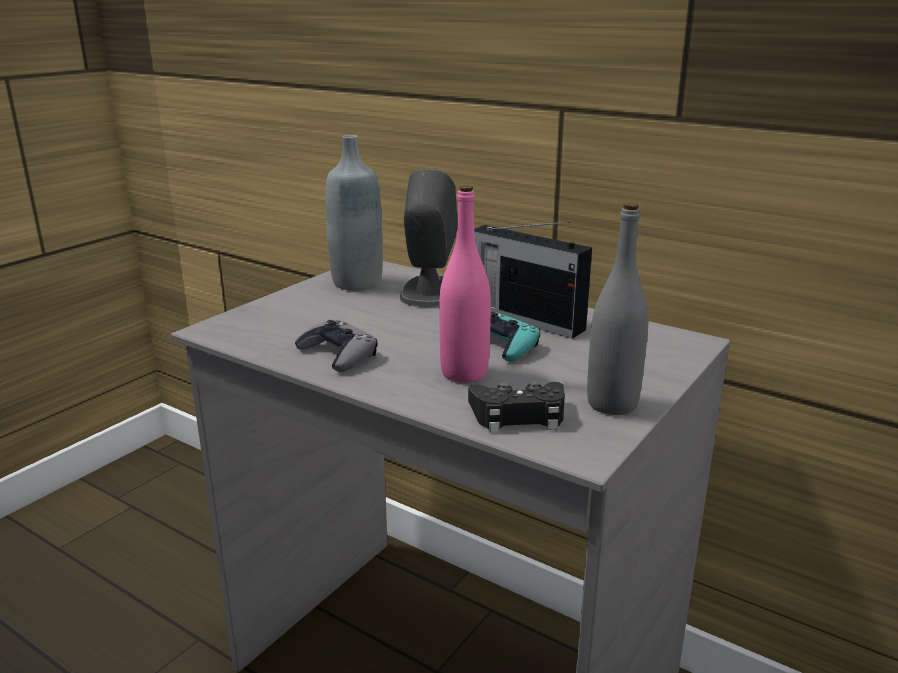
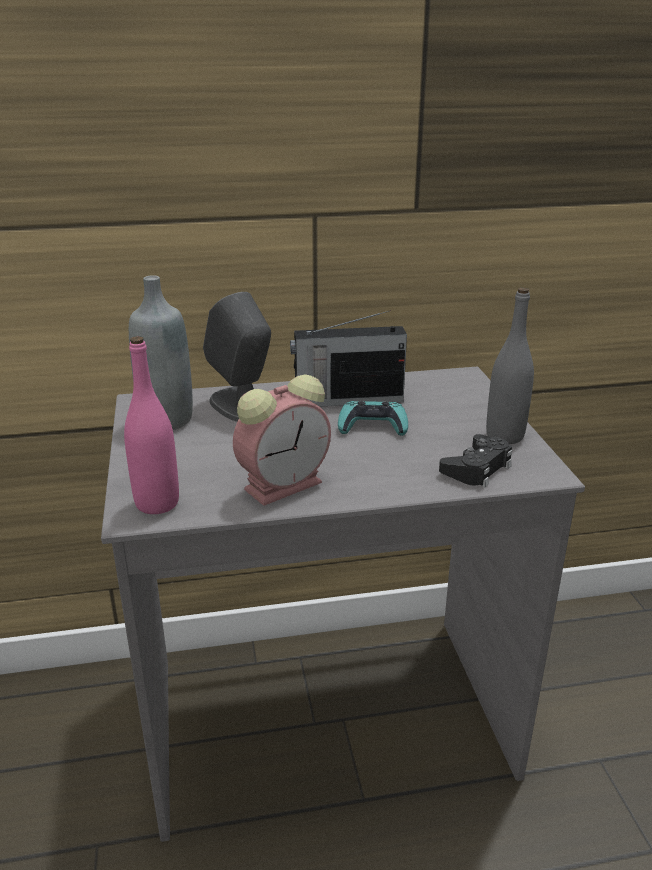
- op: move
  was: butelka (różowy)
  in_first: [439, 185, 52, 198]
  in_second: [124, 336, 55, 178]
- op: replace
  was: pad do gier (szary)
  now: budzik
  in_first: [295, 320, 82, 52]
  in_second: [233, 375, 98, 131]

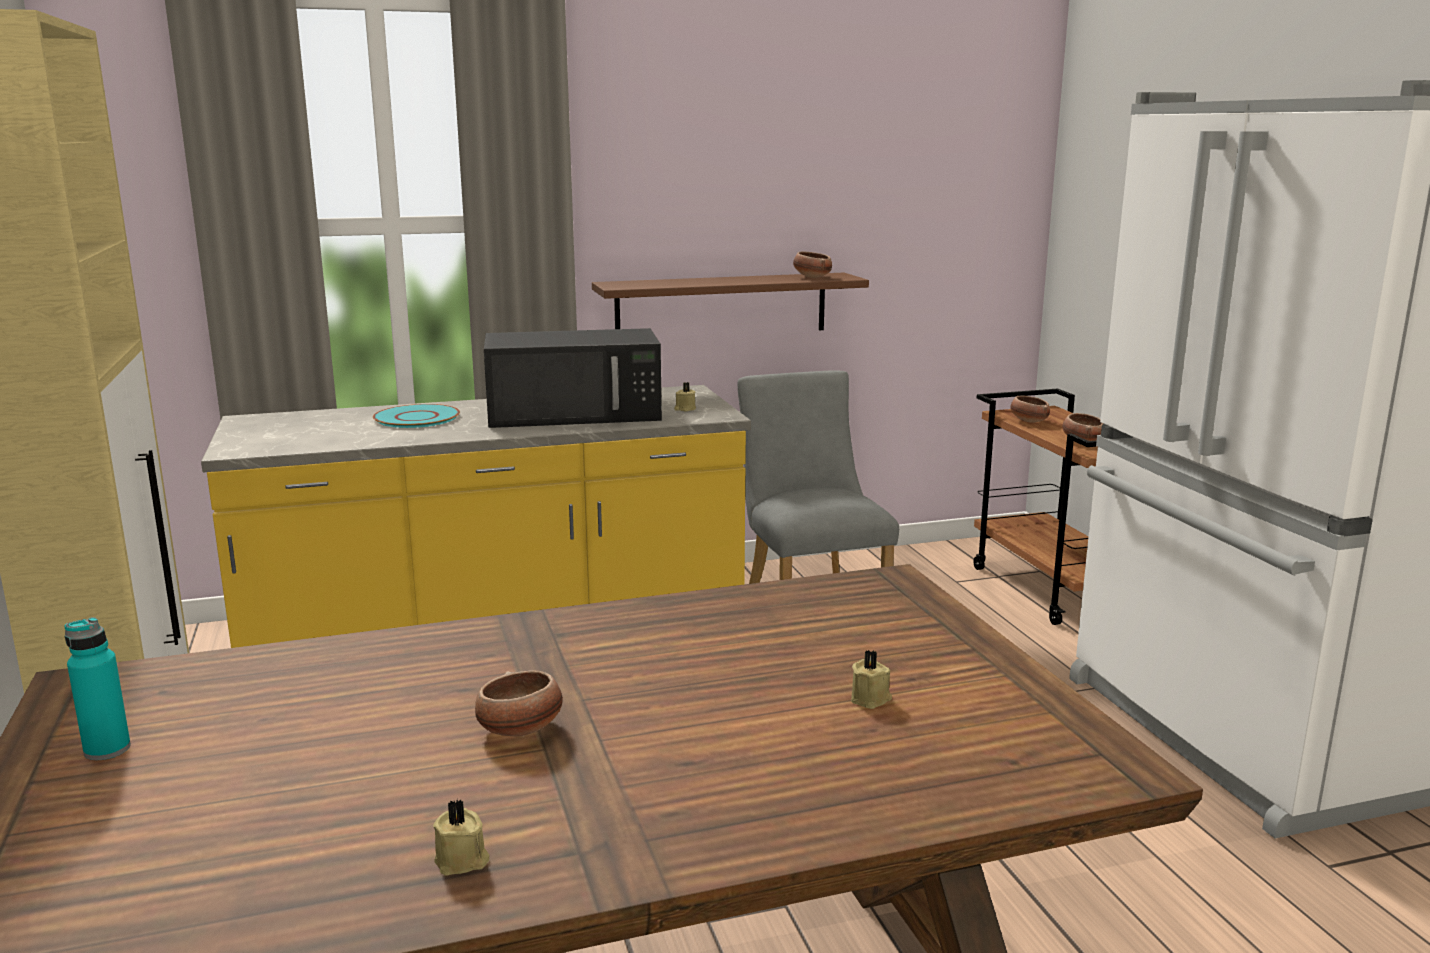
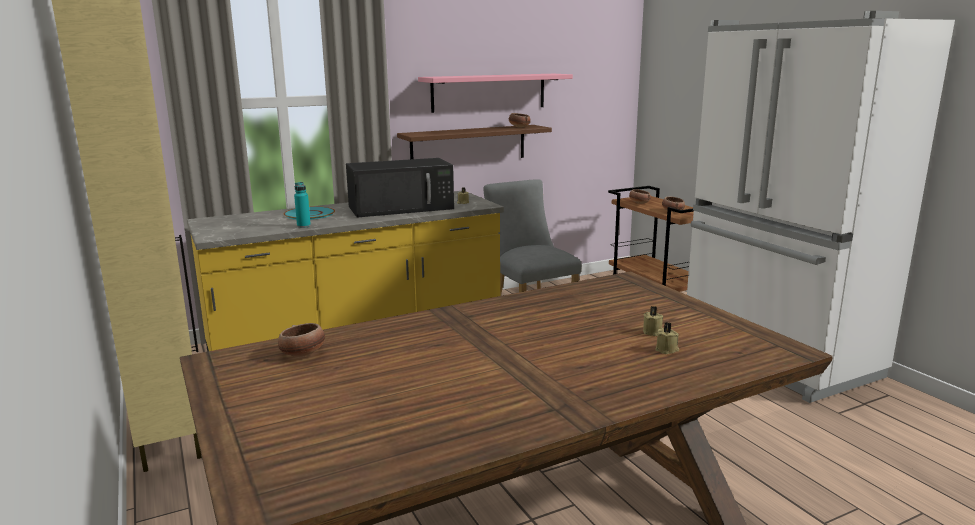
- op: move
  was: miska
  in_first: [475, 670, 88, 66]
  in_second: [278, 323, 47, 34]
- op: move
  was: butelka (turkusowy)
  in_first: [64, 617, 67, 143]
  in_second: [294, 182, 17, 46]
- op: insert
  now: półka (różowy)
  in_second: [418, 74, 155, 39]
- op: move
  was: świeca (beżowy)
  in_first: [433, 799, 56, 77]
  in_second: [655, 322, 24, 32]

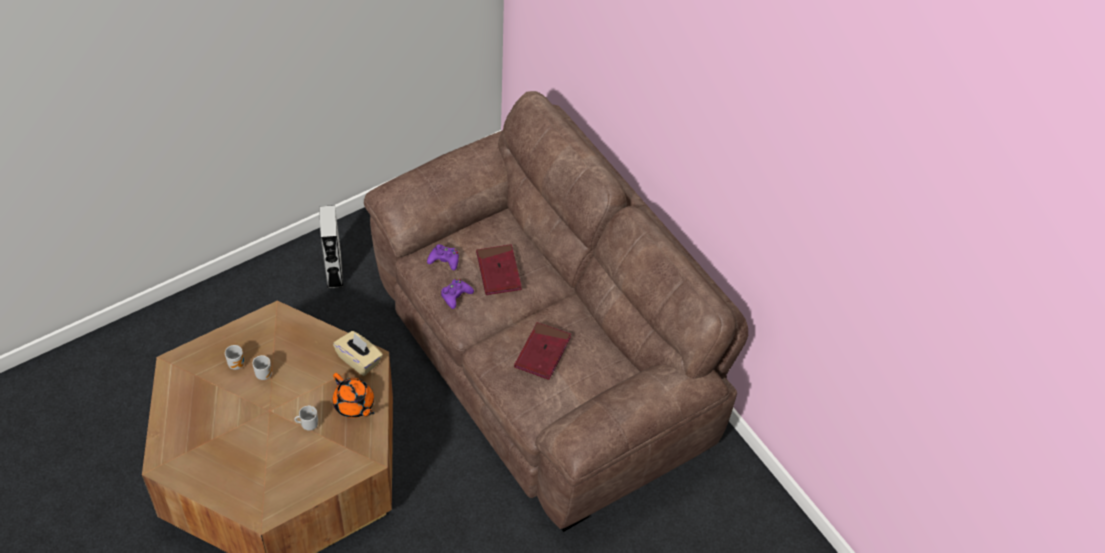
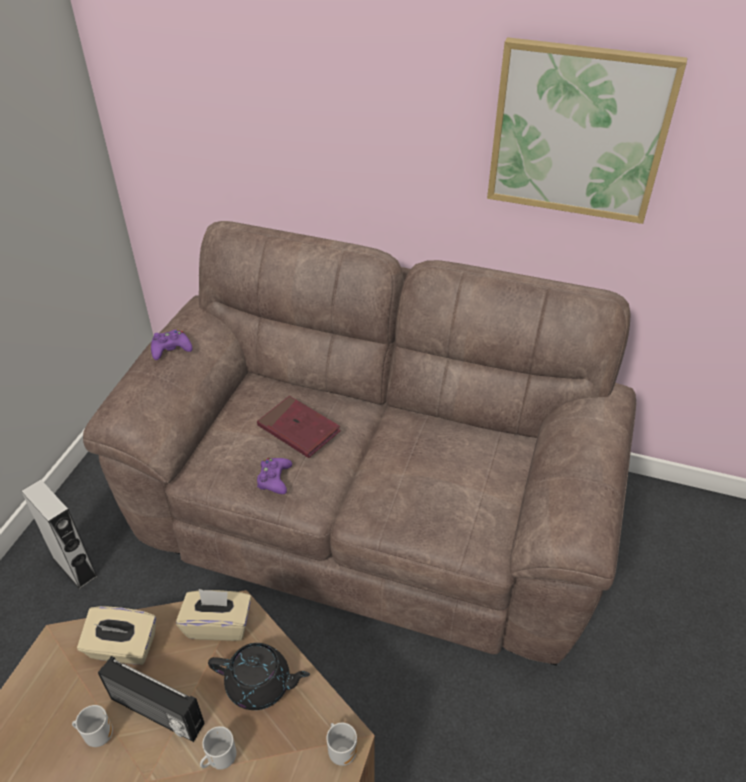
- op: insert
  now: pudełko chusteczek (beżowy)
  in_second: [77, 606, 79, 59]
- op: insert
  now: radio
  in_second: [98, 656, 106, 86]
- op: move
  was: pad do gier (fioletowy)
  in_first: [427, 244, 32, 26]
  in_second: [151, 329, 41, 31]
- op: recolor
  was: imbryk (pomarańczowy)
  now: imbryk (czarny)
  in_first: [333, 373, 41, 45]
  in_second: [208, 643, 102, 67]
- op: move
  was: kubek
  in_first: [225, 345, 19, 25]
  in_second: [326, 723, 31, 43]
- op: insert
  now: obraz
  in_second: [487, 37, 200, 187]
- op: delete
  was: książka (czerwony)
  in_first: [514, 322, 57, 58]

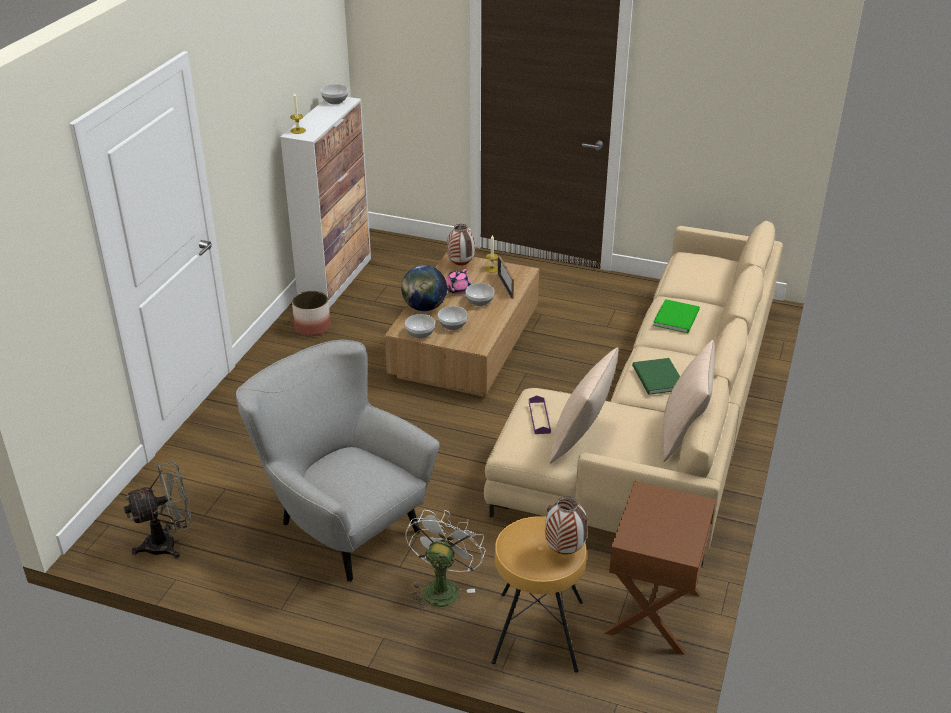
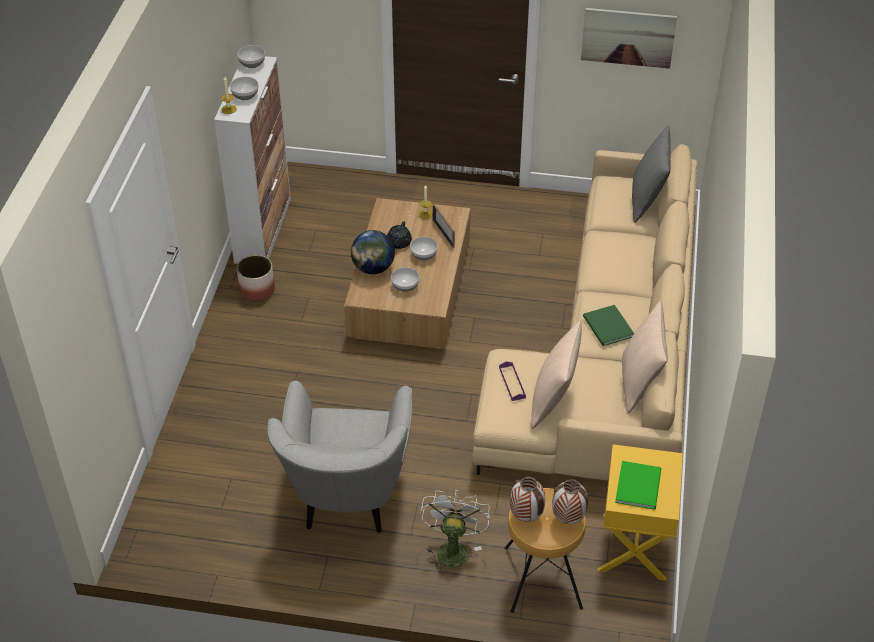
- op: move
  was: miska
  in_first: [405, 314, 30, 25]
  in_second: [230, 77, 28, 23]
- op: rotate
  was: fotel (szary)
  in_first: [236, 340, 204, 242]
  in_second: [267, 381, 145, 152]
  clockwise: -120
- op: recolor
  was: imbryk (różowy)
  now: imbryk (czarny)
  in_first: [446, 269, 25, 25]
  in_second: [387, 221, 25, 28]
- op: move
  was: wazon
  in_first: [447, 224, 28, 42]
  in_second: [510, 477, 35, 45]
- op: insert
  now: obraz
  in_second: [581, 8, 96, 61]
- op: recolor
  was: stolik (brązowy)
  now: stolik (żółty)
  in_first: [604, 481, 112, 174]
  in_second: [598, 445, 85, 136]
- op: move
  was: książka (zielony)
  in_first: [653, 299, 47, 34]
  in_second: [615, 461, 46, 49]
- op: insert
  now: poduszka (szary)
  in_second: [632, 126, 39, 97]
- op: delete
  was: wentylator (szary)
  in_first: [124, 462, 69, 97]

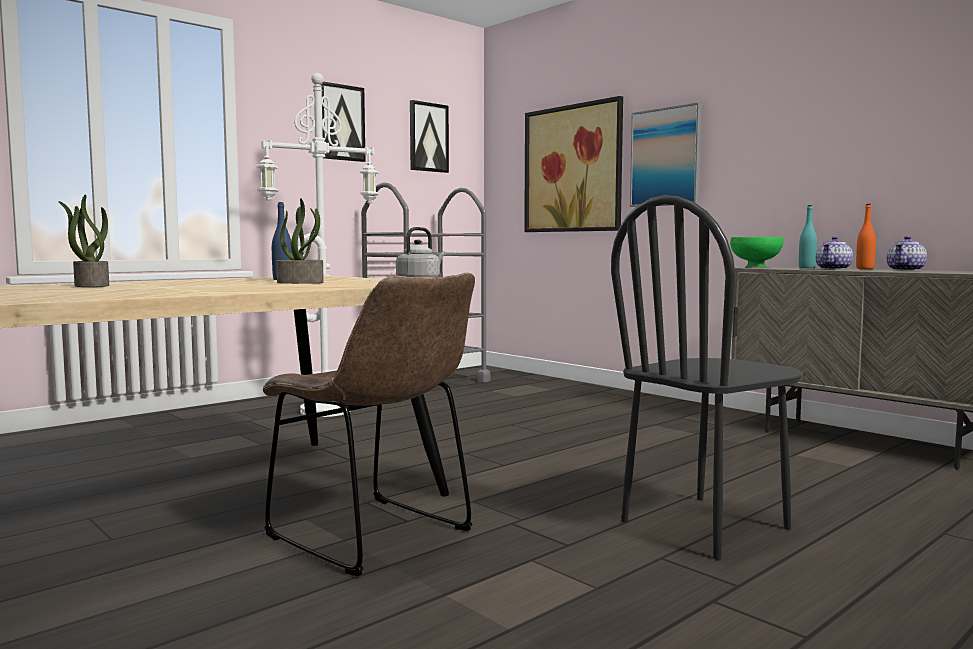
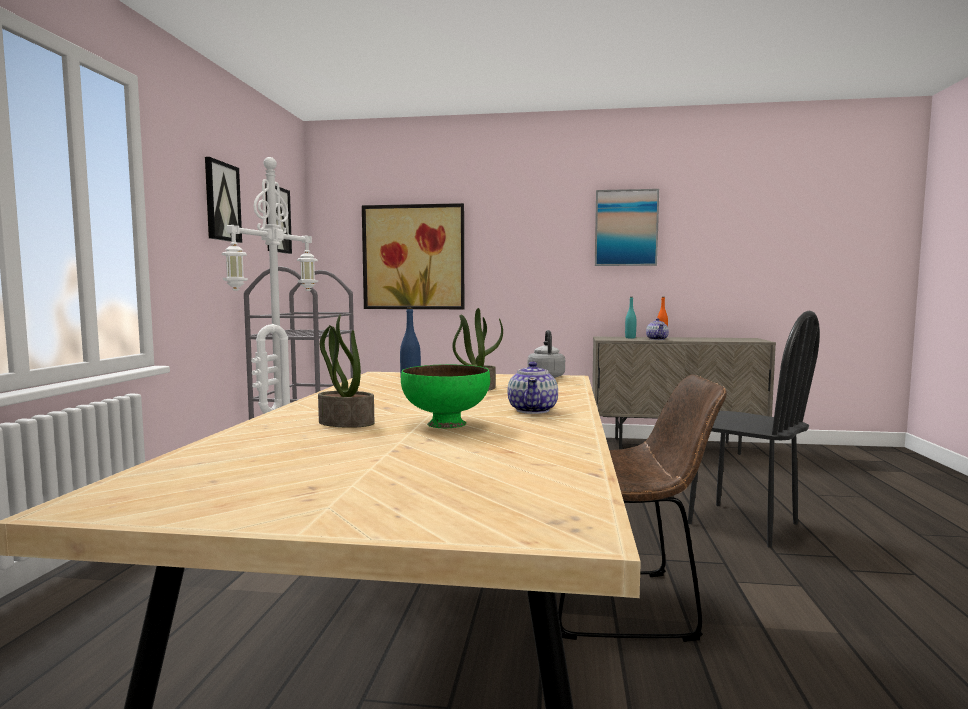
- op: move
  was: miska (zielony)
  in_first: [730, 237, 53, 31]
  in_second: [401, 364, 89, 64]
- op: move
  was: imbryk
  in_first: [887, 236, 40, 35]
  in_second: [508, 361, 50, 53]
- op: move
  was: obraz
  in_first: [630, 102, 72, 105]
  in_second: [595, 189, 64, 77]
- op: rotate
  was: krzesło (czarny)
  in_first: [611, 195, 192, 365]
  in_second: [688, 311, 132, 237]
  clockwise: -60

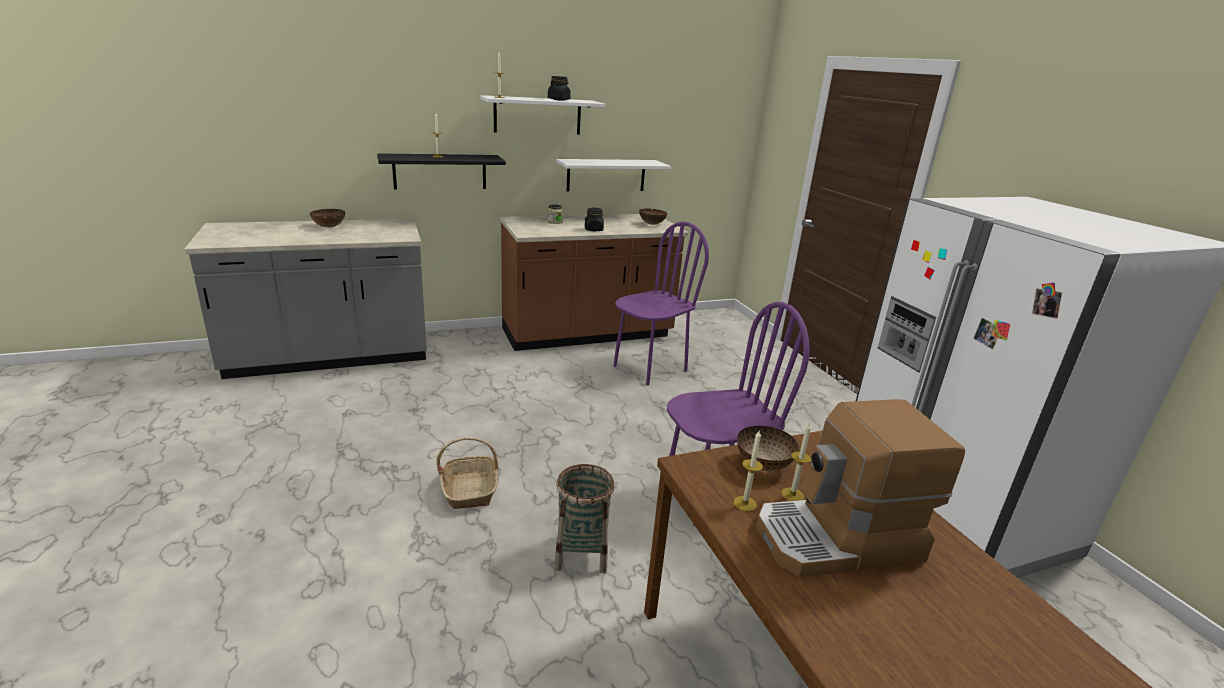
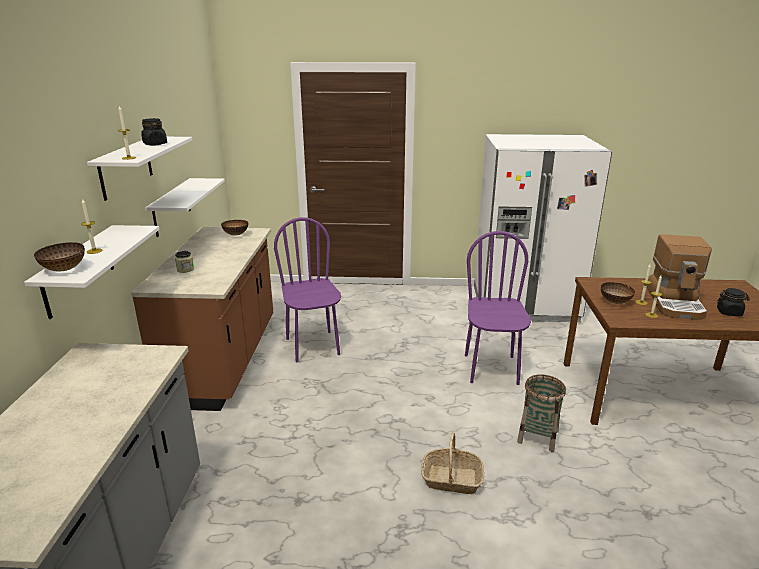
- op: recolor
  was: półka (czarny)
  now: półka (biały)
  in_first: [377, 153, 129, 37]
  in_second: [24, 225, 135, 94]
- op: move
  was: miska
  in_first: [309, 209, 36, 19]
  in_second: [34, 242, 51, 29]
- op: move
  was: słoik (czarny)
  in_first: [585, 208, 19, 23]
  in_second: [717, 288, 33, 28]

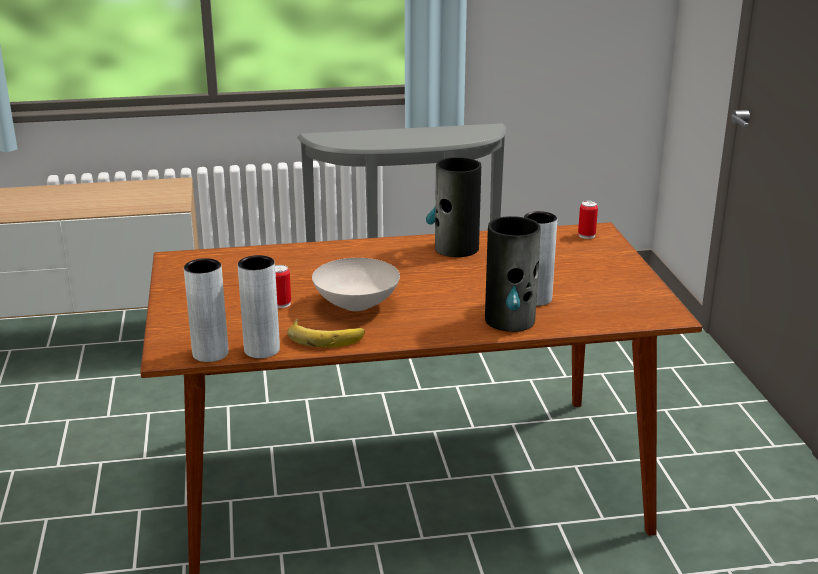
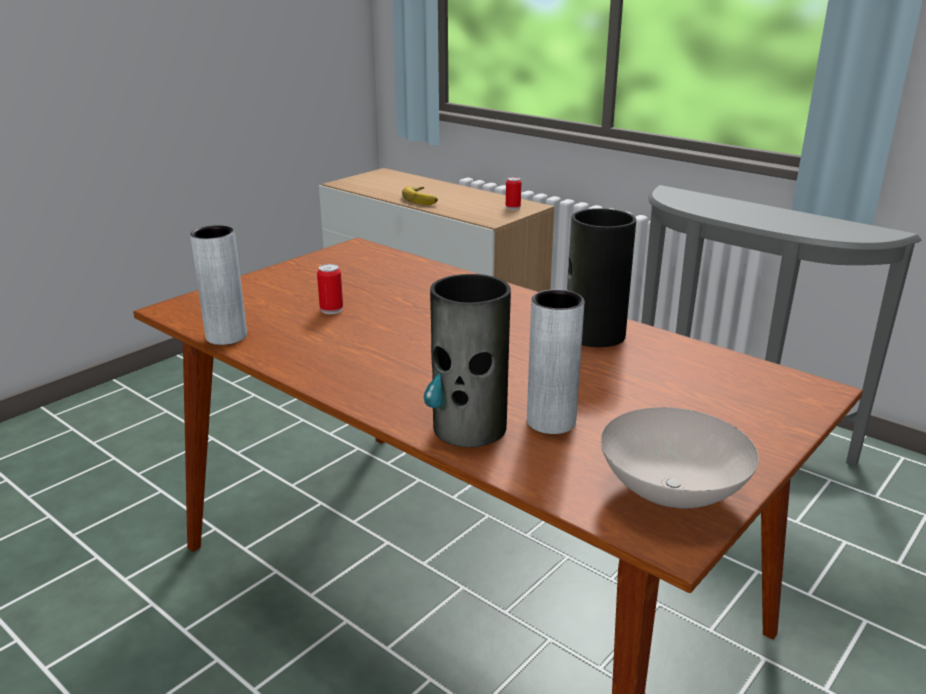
- op: move
  was: banan
  in_first: [287, 318, 78, 30]
  in_second: [402, 186, 36, 19]
- op: move
  was: puszka
  in_first: [578, 201, 20, 38]
  in_second: [506, 177, 15, 33]
- op: move
  was: miska (biały)
  in_first: [312, 258, 88, 53]
  in_second: [601, 407, 158, 101]
- op: delete
  was: wazon (szary)
  in_first: [184, 258, 44, 104]

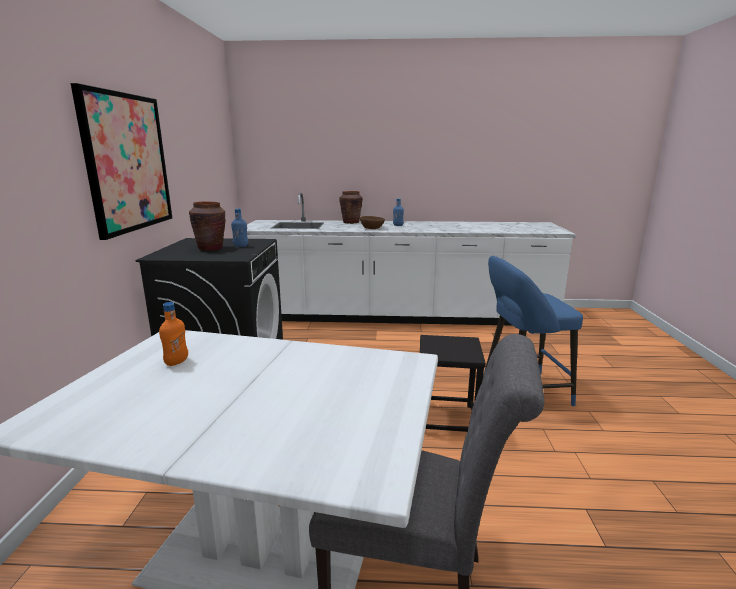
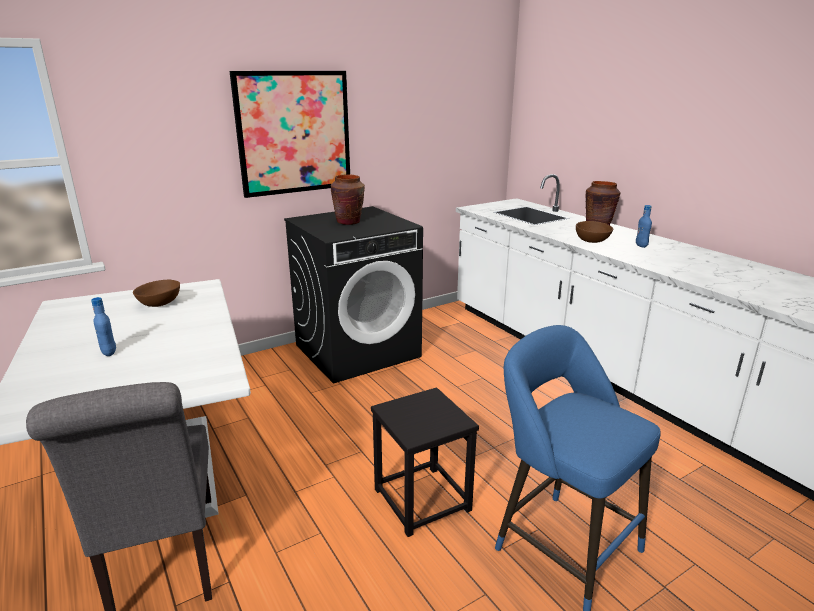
- op: move
  was: butelka (niebieski)
  in_first: [231, 208, 17, 39]
  in_second: [91, 297, 25, 59]
- op: replace
  was: butelka (pomarańczowy)
  now: miska (brązowy)
  in_first: [159, 302, 29, 64]
  in_second: [133, 280, 47, 27]

